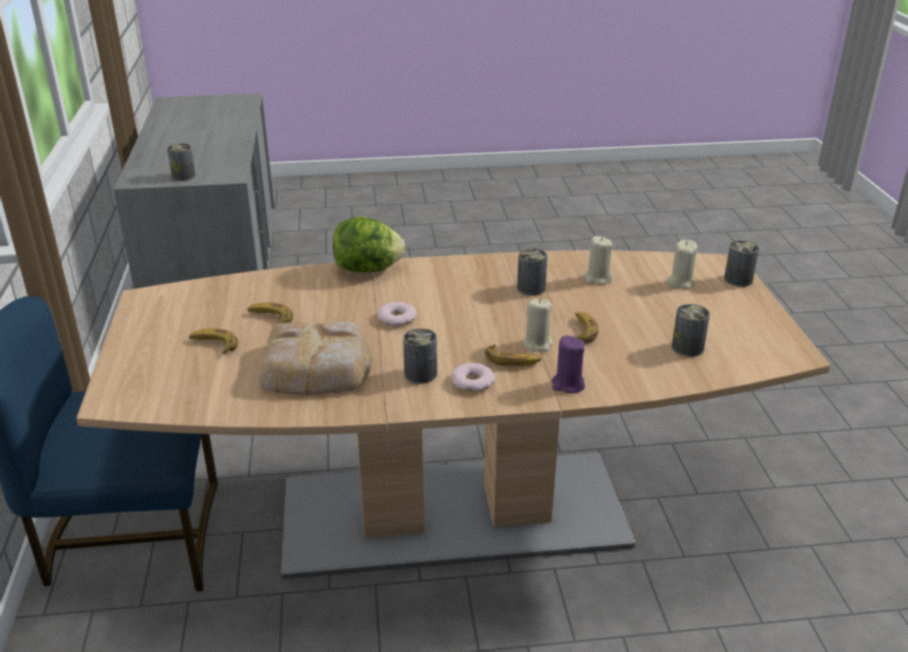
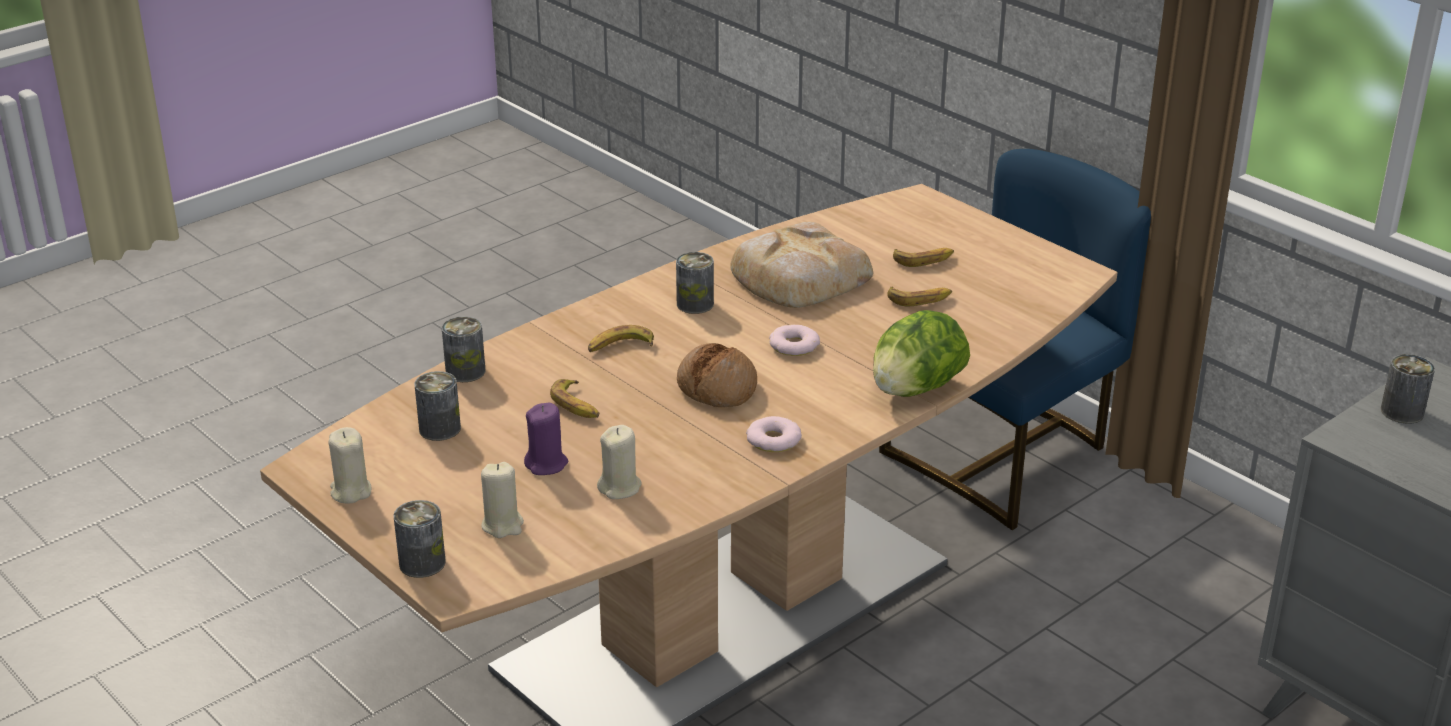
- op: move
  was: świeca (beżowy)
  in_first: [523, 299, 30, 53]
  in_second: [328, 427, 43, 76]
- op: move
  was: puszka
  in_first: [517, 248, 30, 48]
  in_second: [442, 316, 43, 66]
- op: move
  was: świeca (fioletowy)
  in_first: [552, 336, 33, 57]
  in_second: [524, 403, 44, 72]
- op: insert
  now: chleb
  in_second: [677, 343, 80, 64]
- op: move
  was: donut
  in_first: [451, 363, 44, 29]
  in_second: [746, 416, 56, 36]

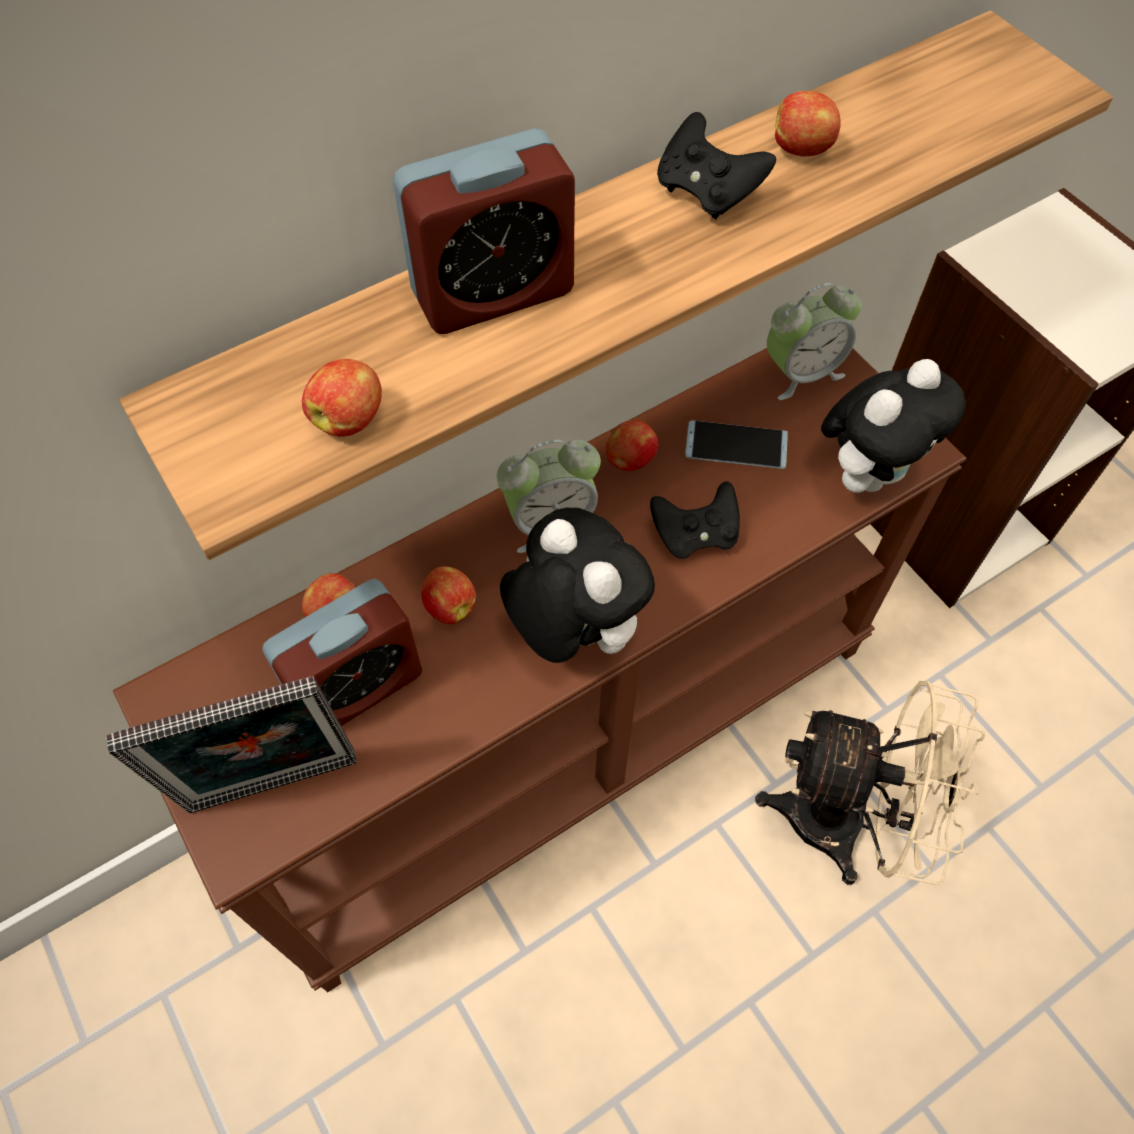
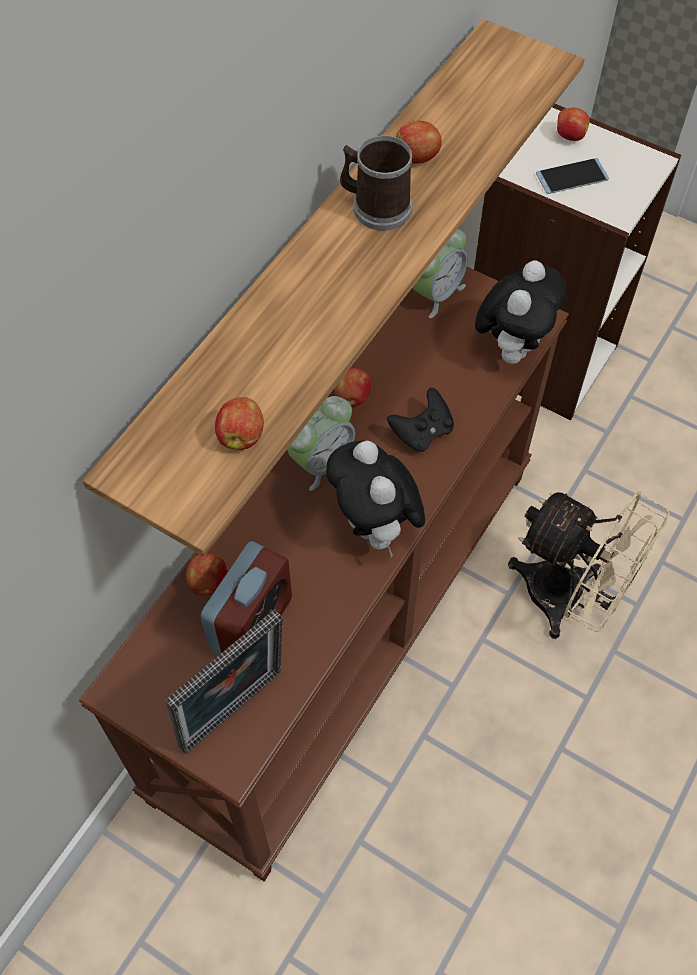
- op: rotate
  was: pluszak
  in_first: [500, 508, 155, 155]
  in_second: [326, 440, 99, 117]
  clockwise: -135
- op: replace
  was: pad do gier (czarny)
  now: kubek
  in_first: [657, 112, 119, 107]
  in_second: [340, 135, 72, 96]
- op: rotate
  was: wentylator (beżowy)
  in_first: [755, 681, 230, 205]
  in_second: [508, 491, 162, 148]
  clockwise: 45
- op: move
  was: telefon
  in_first: [685, 420, 103, 49]
  in_second: [536, 158, 73, 36]
- op: move
  was: jabłko
  in_first: [421, 566, 55, 58]
  in_second: [557, 107, 32, 34]
- op: delete
  was: budzik
  in_first: [393, 129, 182, 205]

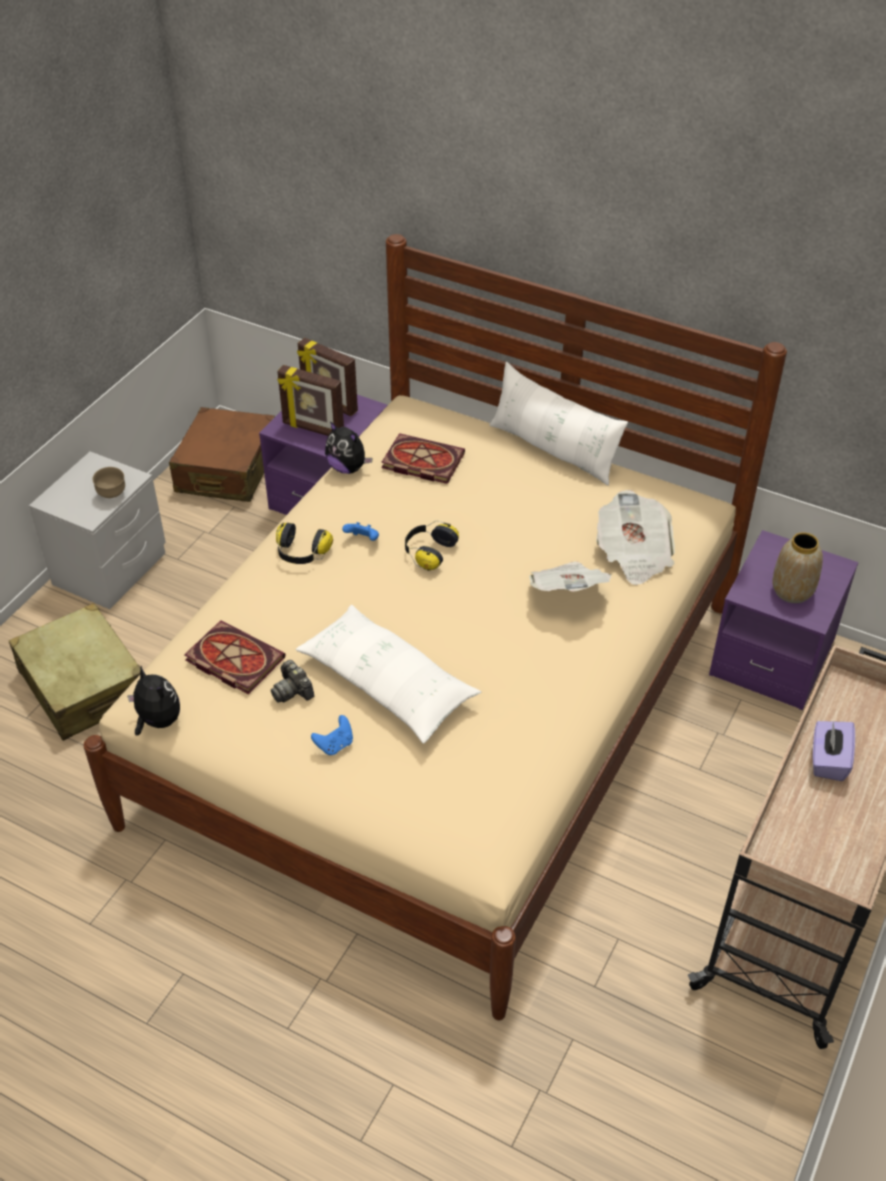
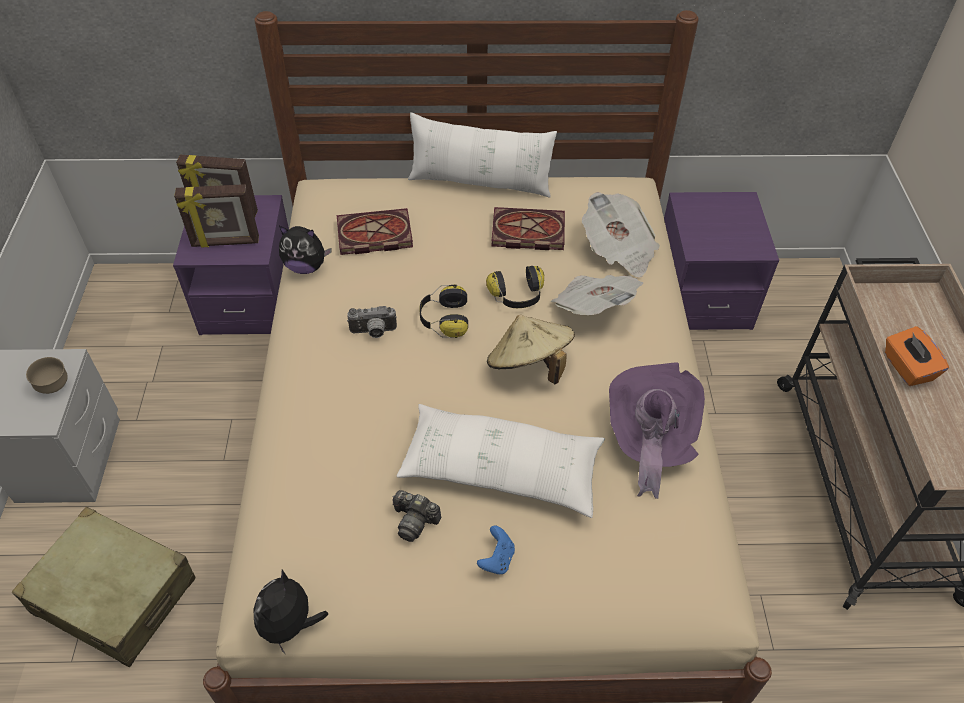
- op: rotate
  was: pluszak
  in_first: [127, 666, 53, 70]
  in_second: [254, 570, 75, 84]
  clockwise: -90
- op: replace
  was: pad do gier (niebieski)
  now: aparat fotograficzny
  in_first: [342, 522, 37, 19]
  in_second: [347, 306, 50, 32]
- op: move
  was: słuchawki
  in_first: [276, 523, 57, 41]
  in_second: [486, 266, 58, 42]
- op: insert
  now: kapelusz (beżowy)
  in_second: [487, 314, 88, 70]
- op: move
  was: książka
  in_first: [184, 620, 102, 74]
  in_second: [491, 207, 74, 43]
- op: insert
  now: kapelusz (fioletowy)
  in_second: [609, 362, 96, 137]
- op: recolor
  was: pudełko chusteczek (fioletowy)
  now: pudełko chusteczek (pomarańczowy)
  in_first: [813, 721, 42, 60]
  in_second: [885, 326, 64, 60]
- op: delete
  was: walizka (brązowy)
  in_first: [169, 407, 106, 95]
- op: delete
  was: wazon
  in_first: [772, 532, 51, 71]

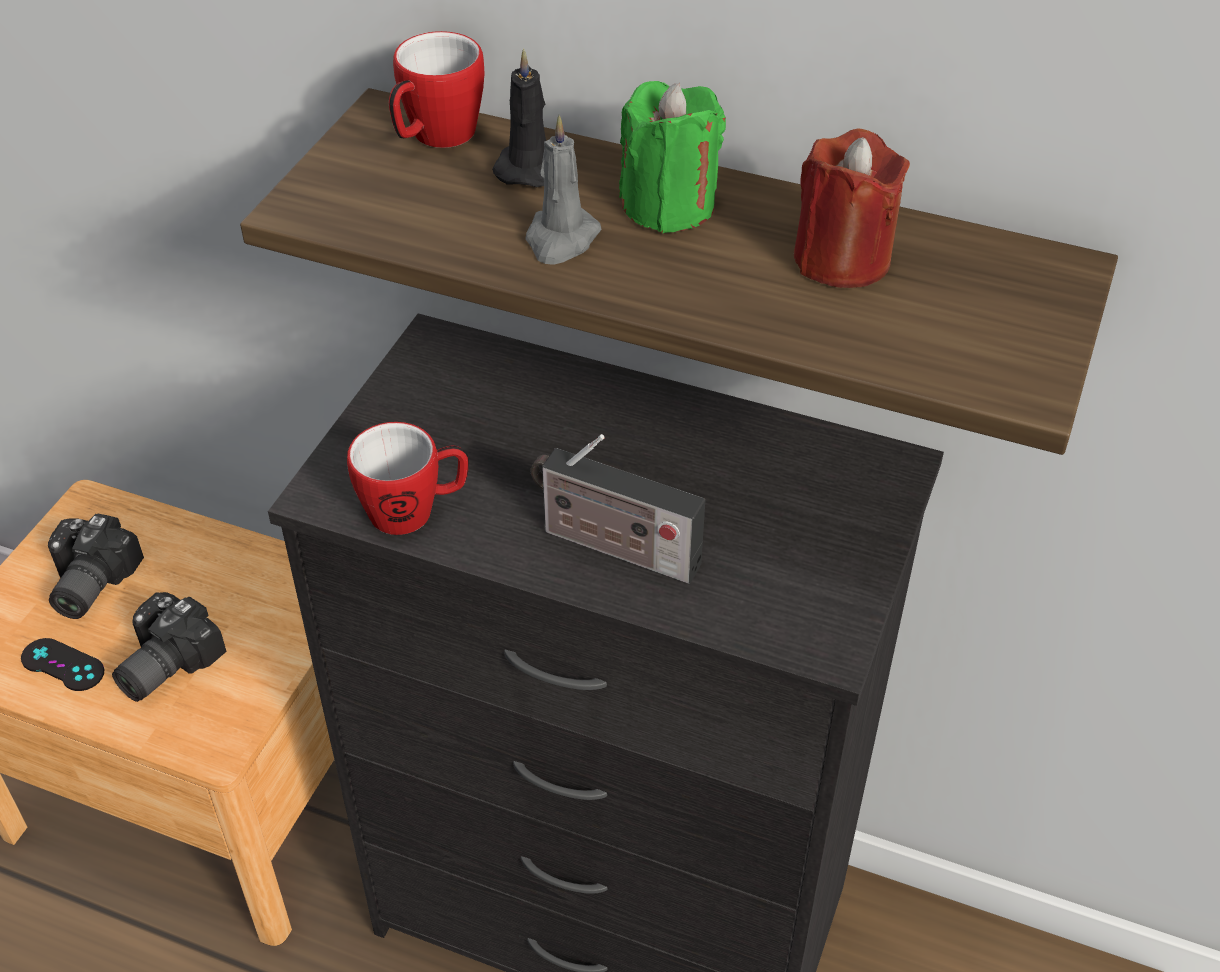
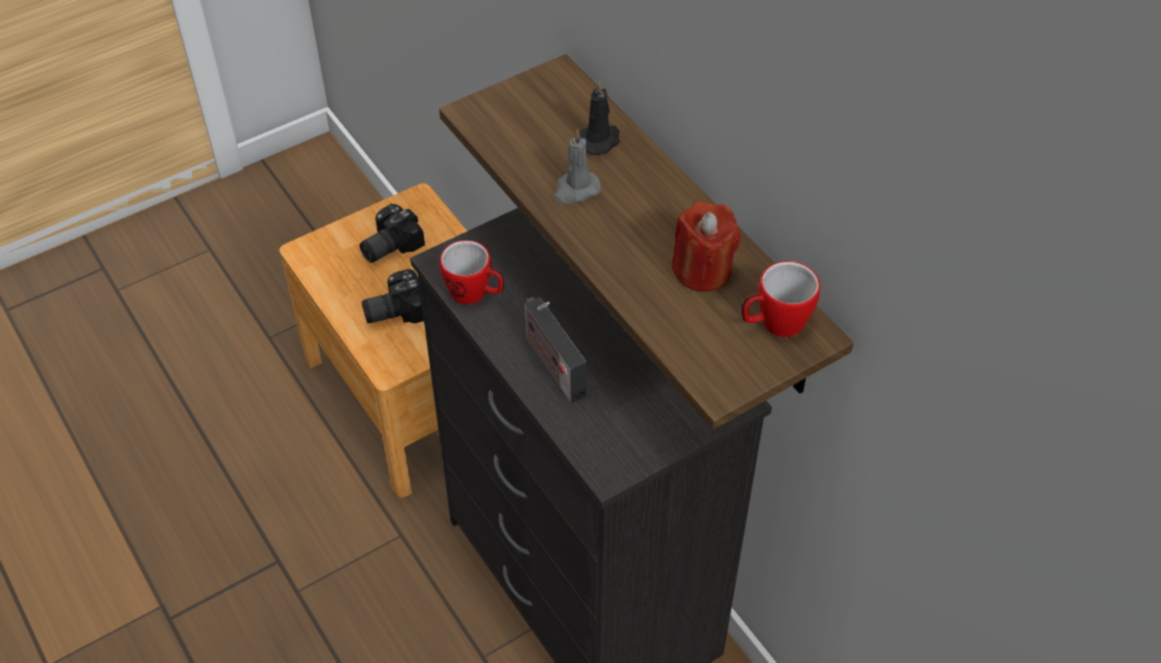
- op: move
  was: kubek
  in_first: [389, 31, 95, 117]
  in_second: [742, 261, 78, 76]
- op: delete
  was: pad do gier (czarny)
  in_first: [21, 638, 83, 53]
- op: delete
  was: świeca (zielony)
  in_first: [619, 81, 107, 152]

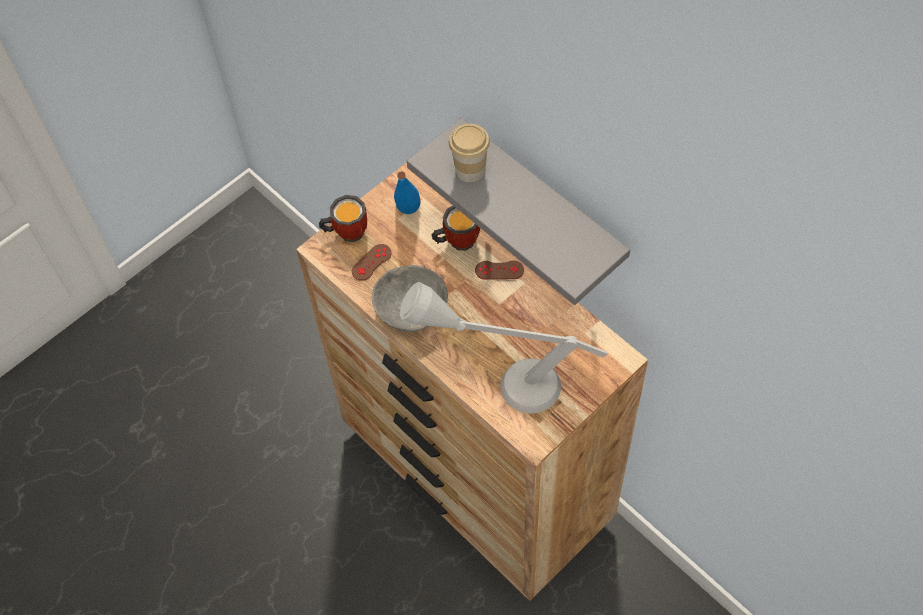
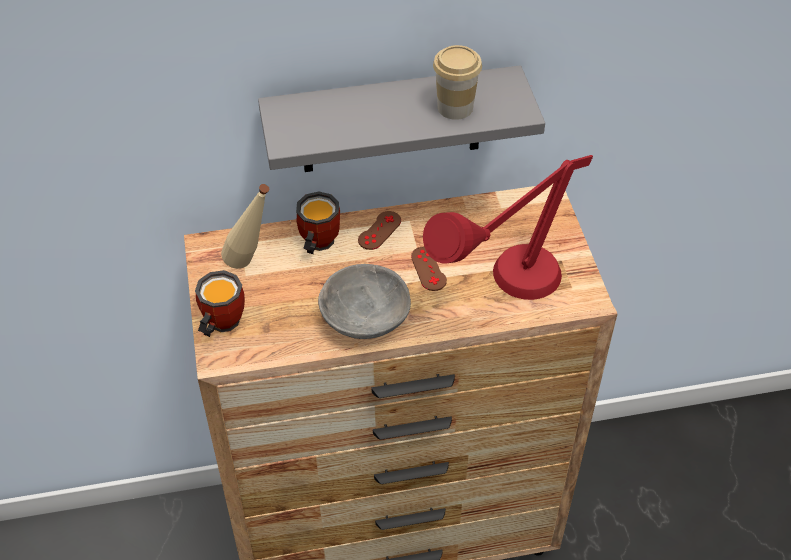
- op: recolor
  was: butelka (niebieski)
  now: butelka (beżowy)
  in_first: [394, 172, 27, 42]
  in_second: [221, 184, 48, 85]
- op: move
  was: pad do gier (brązowy)
  in_first: [352, 244, 40, 37]
  in_second: [411, 247, 36, 44]
- op: recolor
  was: lampa stołowa (szary)
  now: lampa stołowa (czerwony)
  in_first: [400, 282, 208, 131]
  in_second: [423, 155, 170, 145]
- op: move
  was: filiżanka
  in_first: [449, 124, 41, 58]
  in_second: [433, 45, 49, 75]

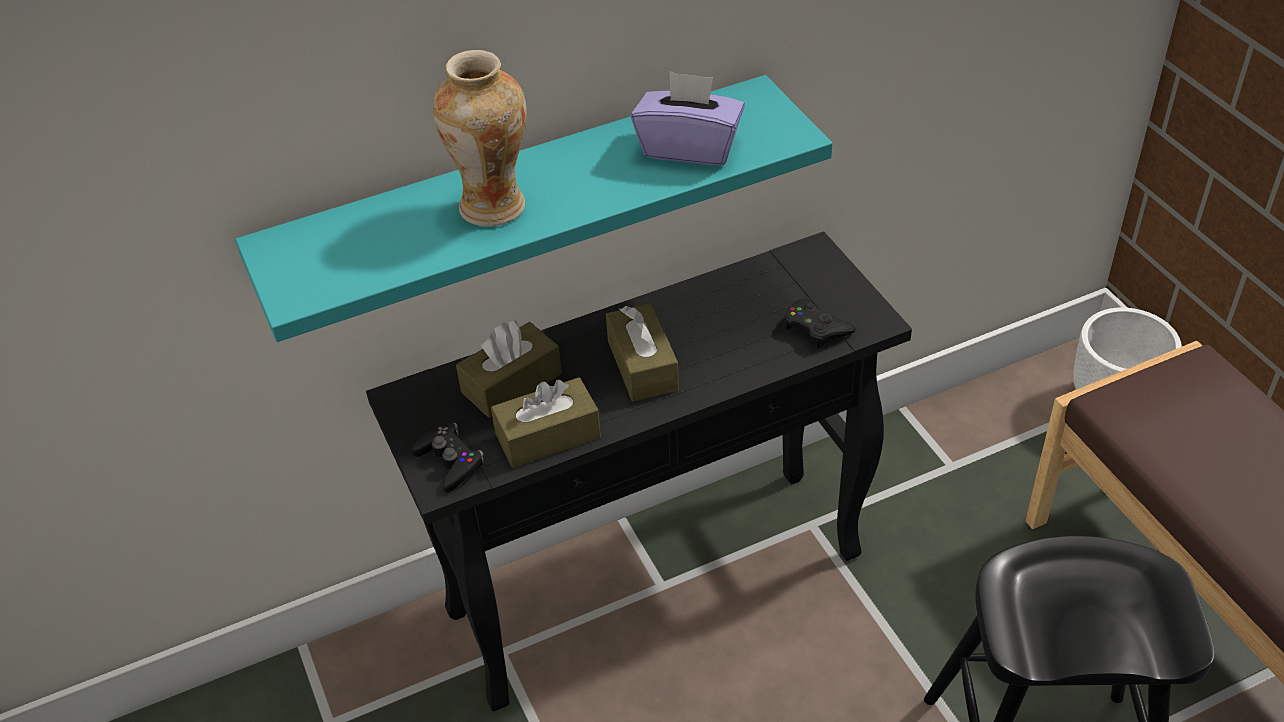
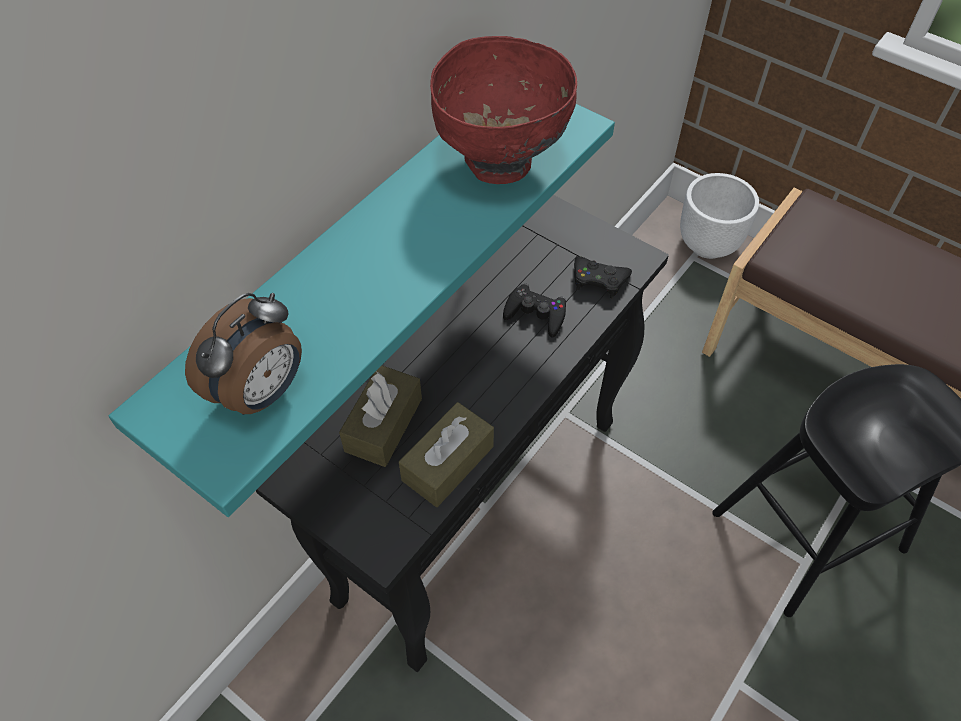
- op: insert
  now: budzik
  in_second: [185, 293, 117, 122]
- op: replace
  was: pudełko chusteczek (fioletowy)
  now: miska (czerwony)
  in_first: [631, 71, 114, 95]
  in_second: [430, 36, 147, 148]
- op: move
  was: pad do gier (czarny)
  in_first: [411, 422, 73, 71]
  in_second: [503, 283, 63, 55]
- op: delete
  was: wazon
  in_first: [433, 50, 94, 177]
- op: delete
  was: pudełko chusteczek (brązowy)
  in_first: [606, 303, 73, 98]

